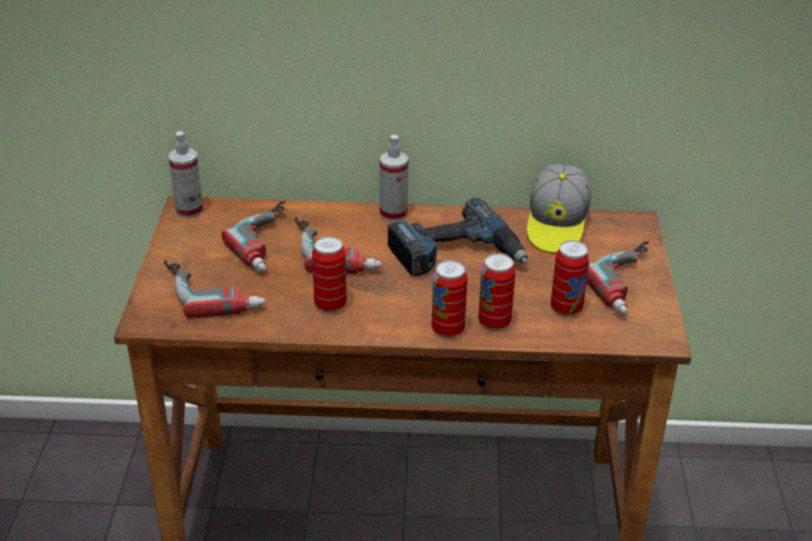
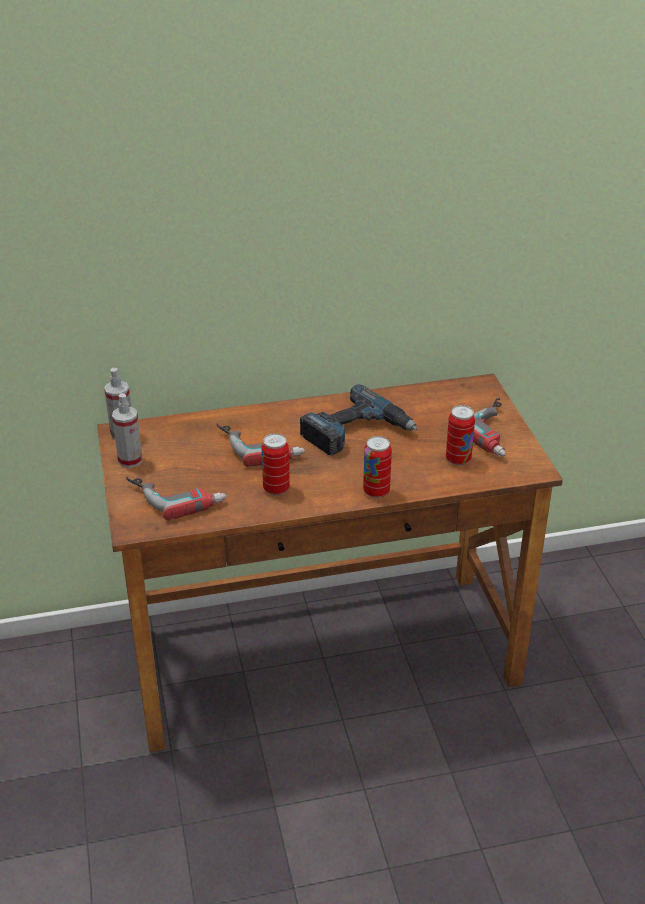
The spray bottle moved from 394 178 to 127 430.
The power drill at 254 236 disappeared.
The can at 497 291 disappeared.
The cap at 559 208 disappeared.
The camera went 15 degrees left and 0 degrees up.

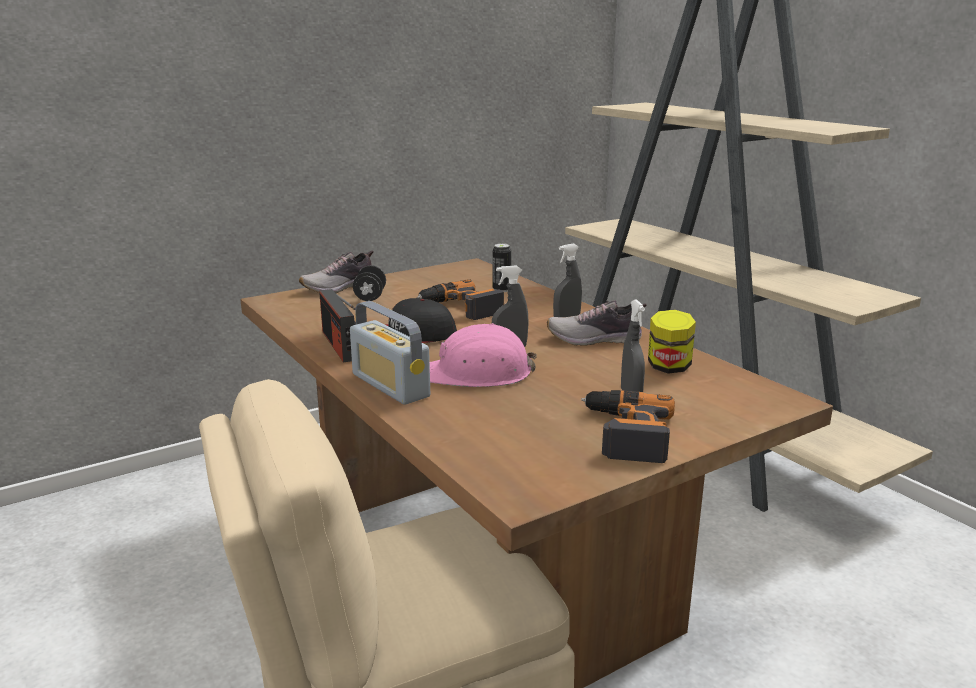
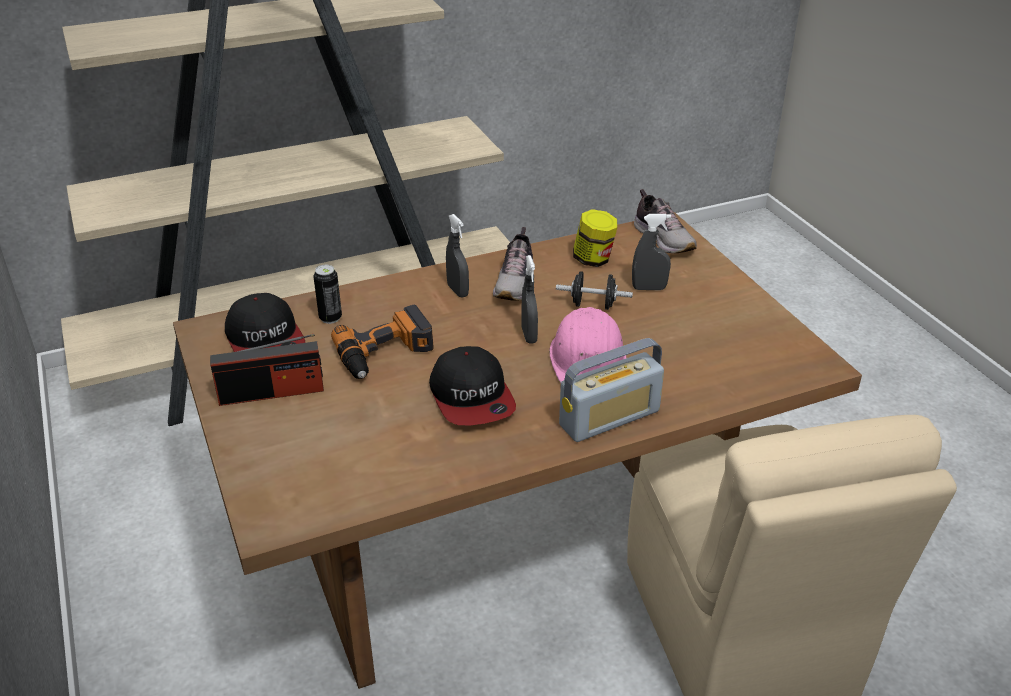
The radio moved from 337 326 to 267 370.
The cap at 265 322 appeared.
The dumbbell in black moved from 369 283 to 594 290.
The shoe moved from 336 272 to 665 221.
The power drill at 628 426 disappeared.
The camera went 80 degrees left and 15 degrees up.

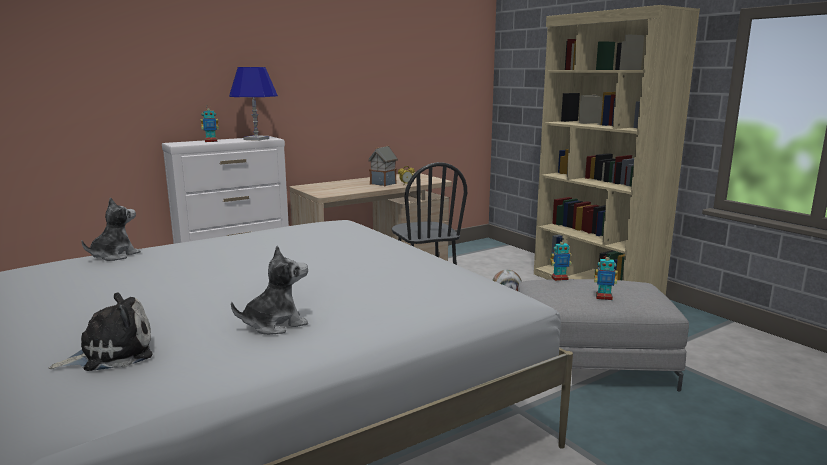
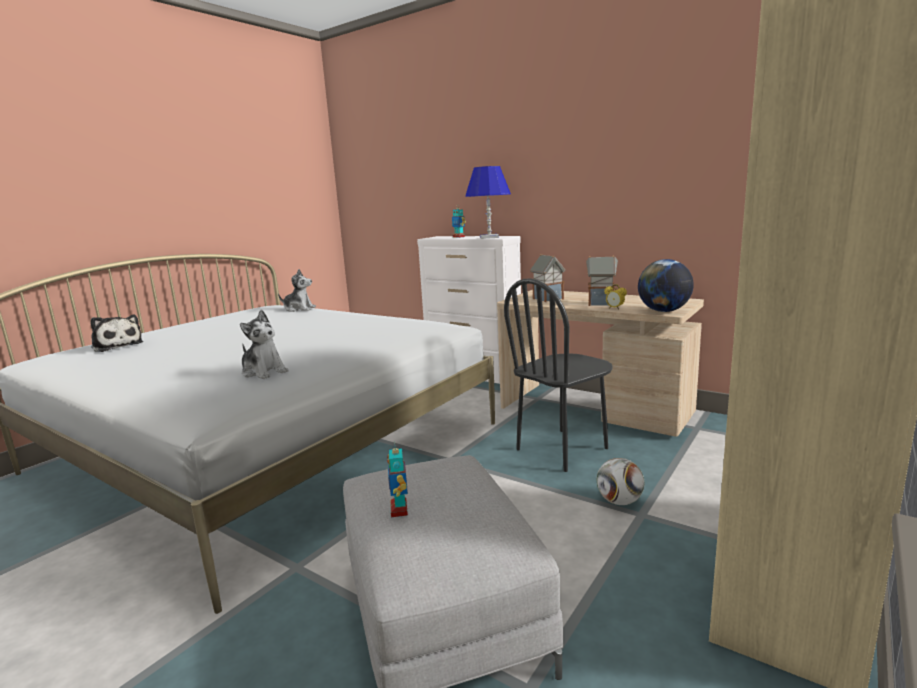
The plush toy moved from 269 290 to 264 344.
The toy house at 547 278 appeared.
The globe at 666 285 appeared.
The toy robot at 560 261 disappeared.
The camera went 70 degrees right and 0 degrees up.

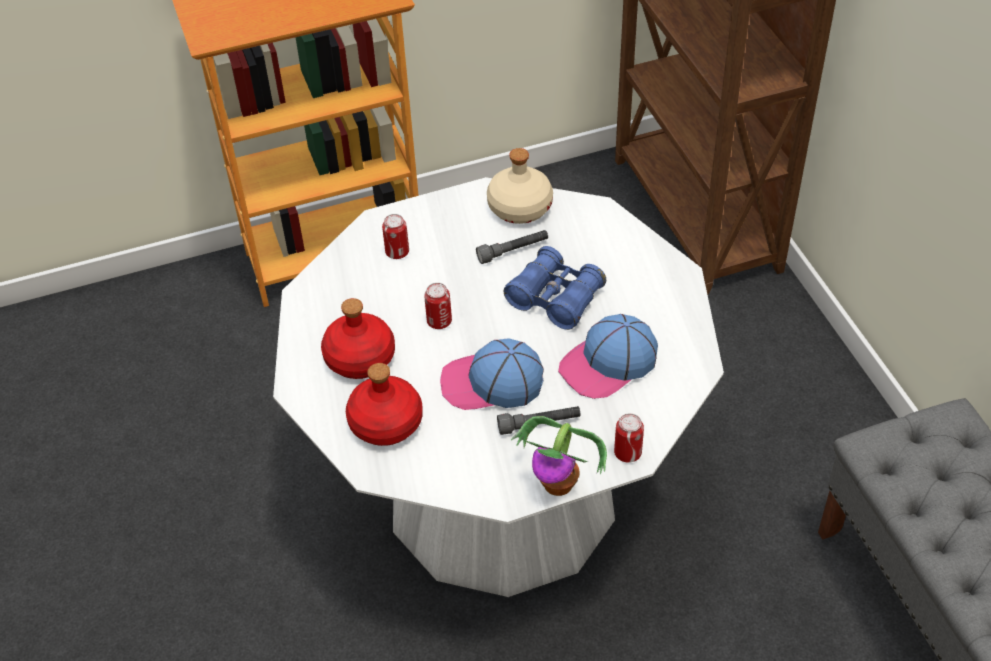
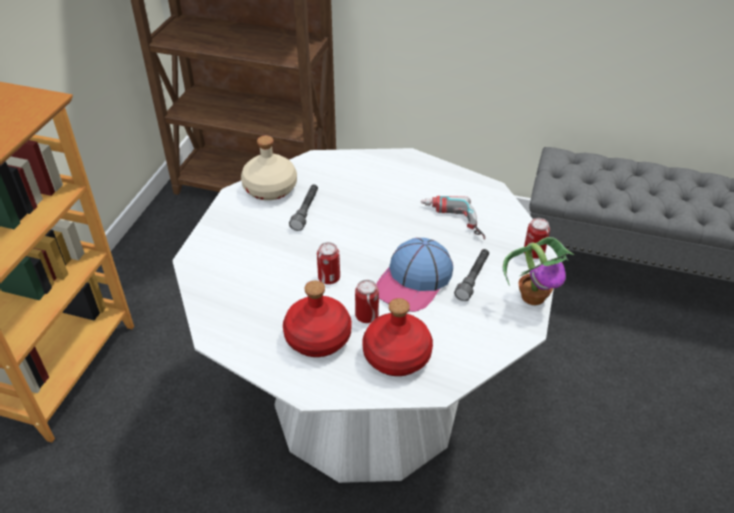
The can moved from 395 236 to 367 301.
The cap at 608 356 was replaced by the power drill at 453 218.
The binoculars in blue at 555 288 disappeared.
The camera went 55 degrees left and 5 degrees down.

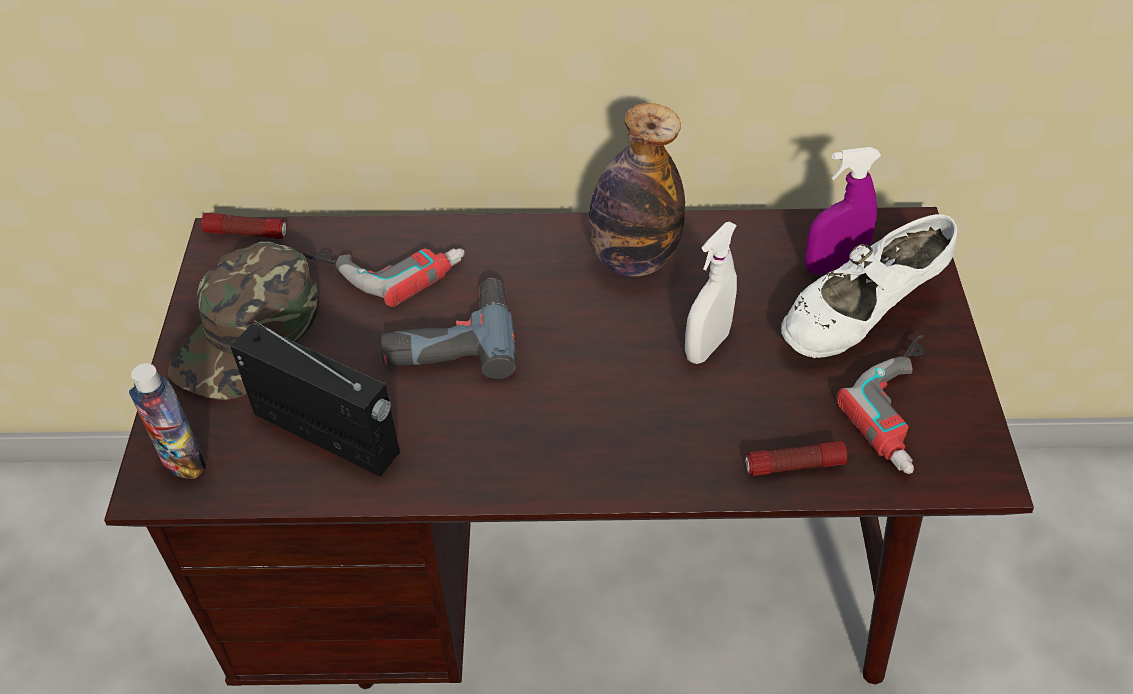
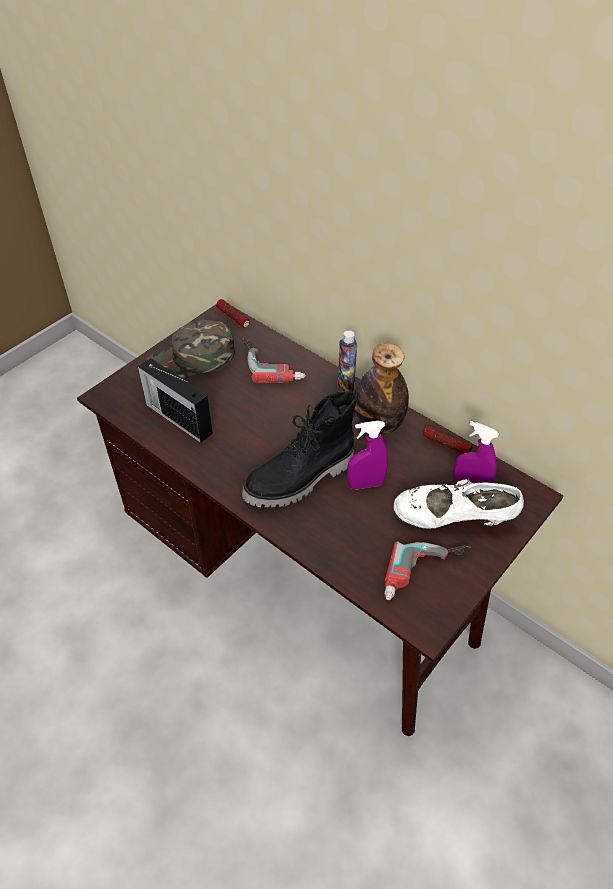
The radio at 315 398 turned 150 degrees clockwise.
The boot in black at 299 449 appeared.
The bottle moved from 167 421 to 347 361.
The spray bottle in white at 711 293 became the spray bottle in purple at 367 455.
The flashlight moved from 796 458 to 448 440.
The power drill at 448 328 disappeared.
The camera went 40 degrees right and 0 degrees up.

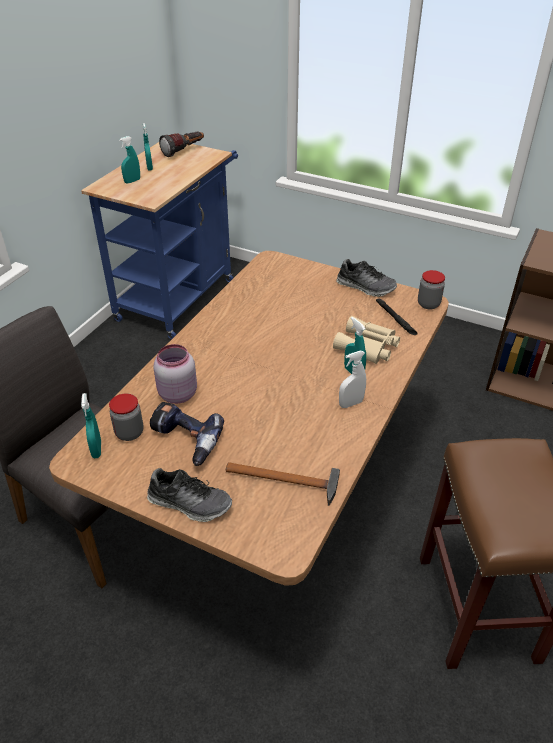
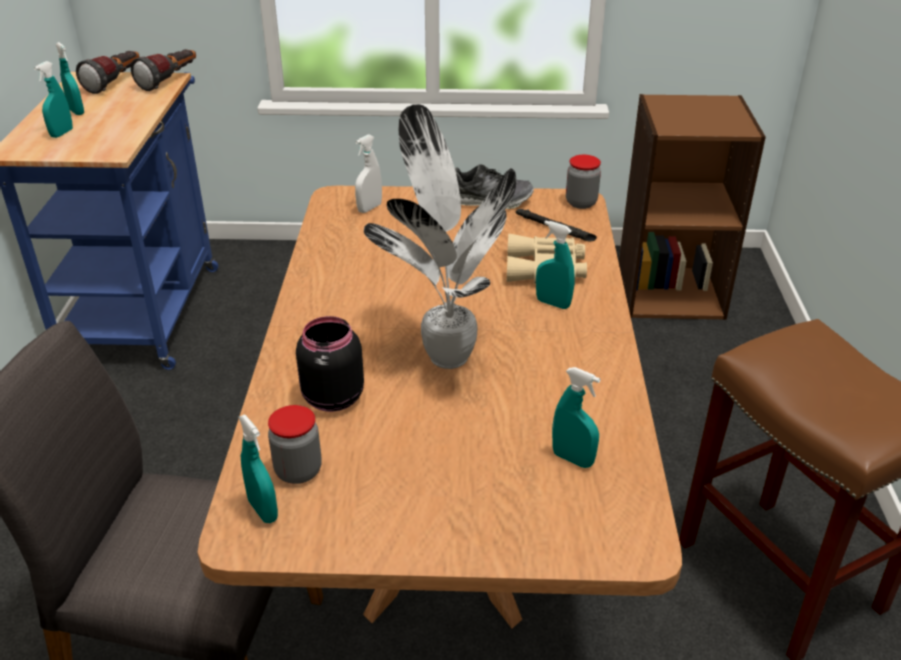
The flashlight at 163 70 appeared.
The jar in pink at 175 374 became the jar in black at 330 364.
The spray bottle in white moved from 352 379 to 368 173.
The potted plant at 440 236 appeared.
The hammer at 283 484 was replaced by the spray bottle in turquoise at 576 417.
The shoe at 189 495 disappeared.
The power drill at 187 434 disappeared.
The camera went 25 degrees left and 5 degrees down.

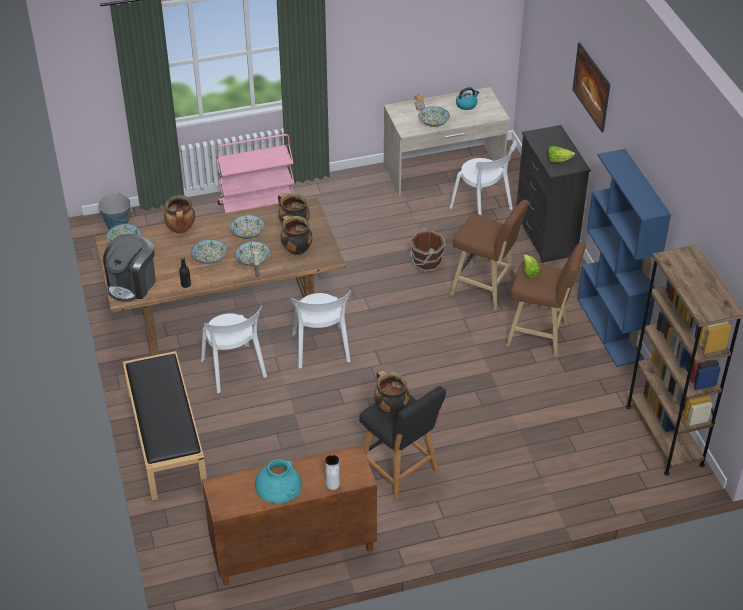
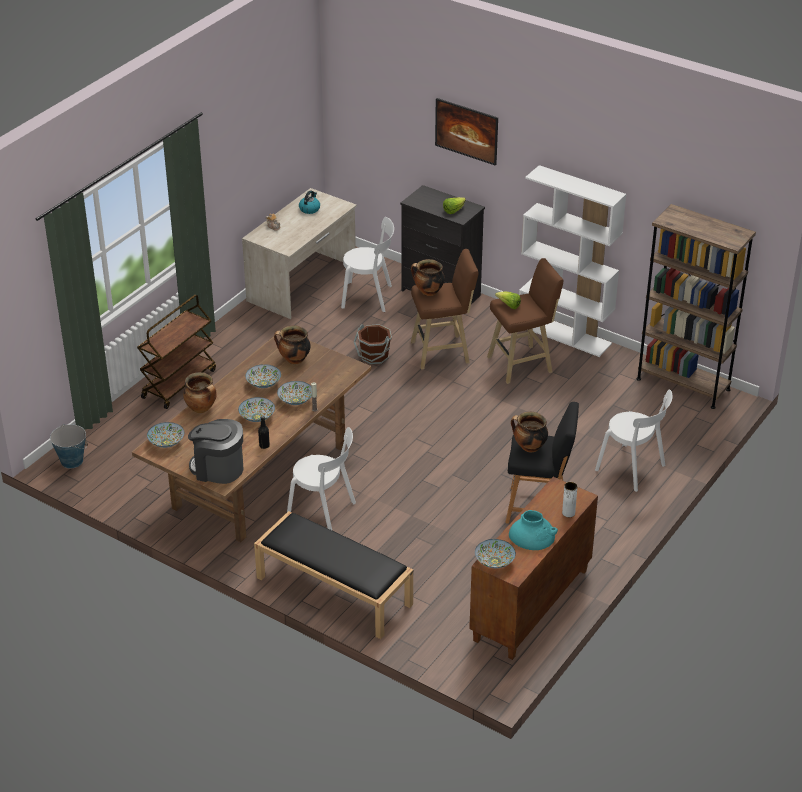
The cart in pink at 255 173 became the cart in brown at 176 352.
The coffee machine at 129 268 turned 120 degrees clockwise.
The cooking pot moved from 297 235 to 428 277.
The bowl moved from 434 116 to 495 553.
The bookcase in blue at 624 258 became the bookcase in white at 572 261.
The chair in white moved from 321 329 to 634 441.
The camera went 40 degrees left and 5 degrees down.

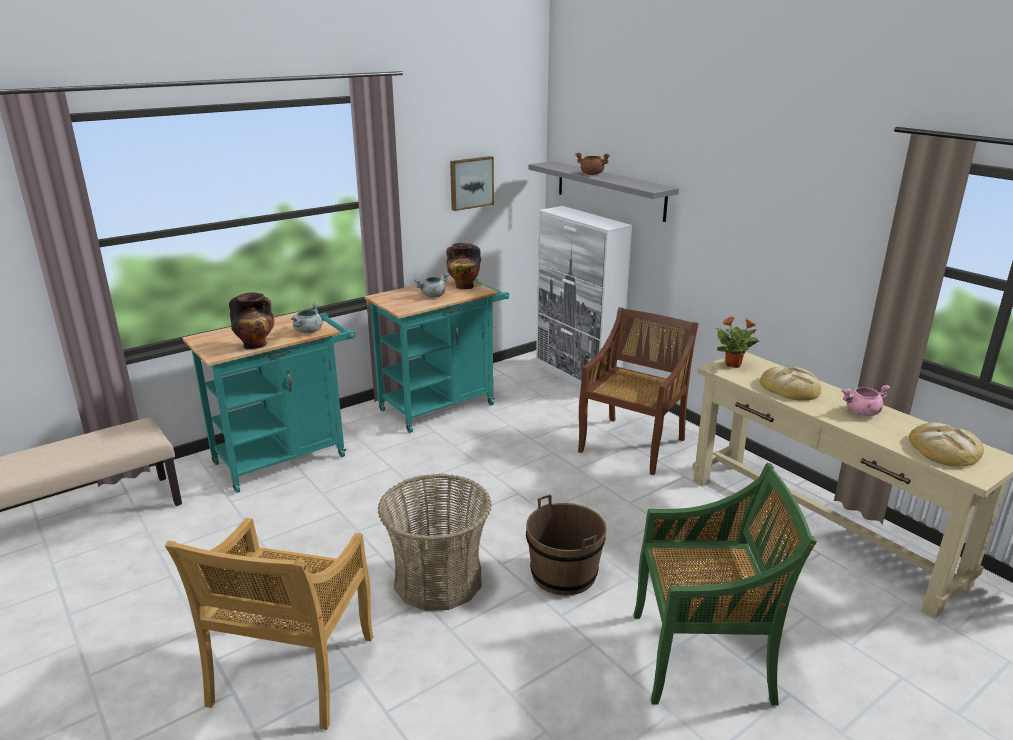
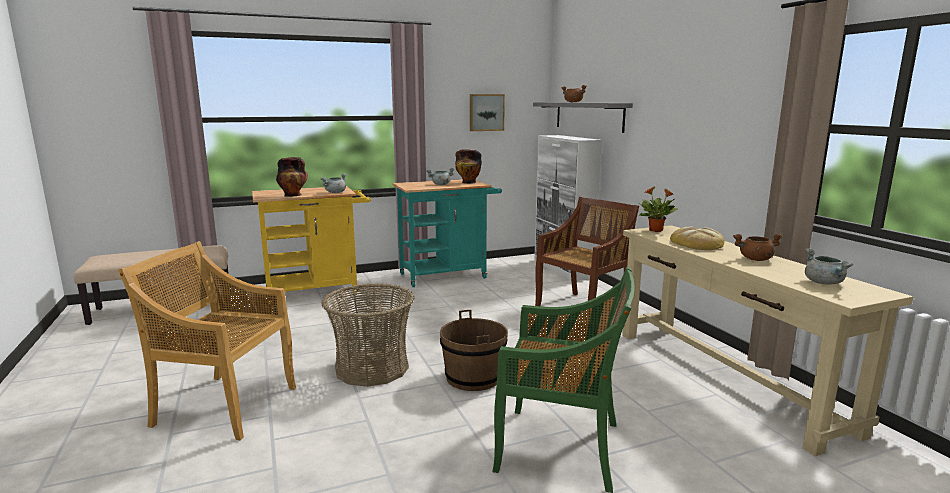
The chair in beige at 269 624 turned 75 degrees clockwise.
The cart in turquoise at 269 402 became the cart in yellow at 311 245.
The cooking pot in pink at 865 400 became the cooking pot in brown at 758 247.
The bread at 946 444 was replaced by the cooking pot in grey at 829 266.
The camera went 15 degrees right and 10 degrees down.

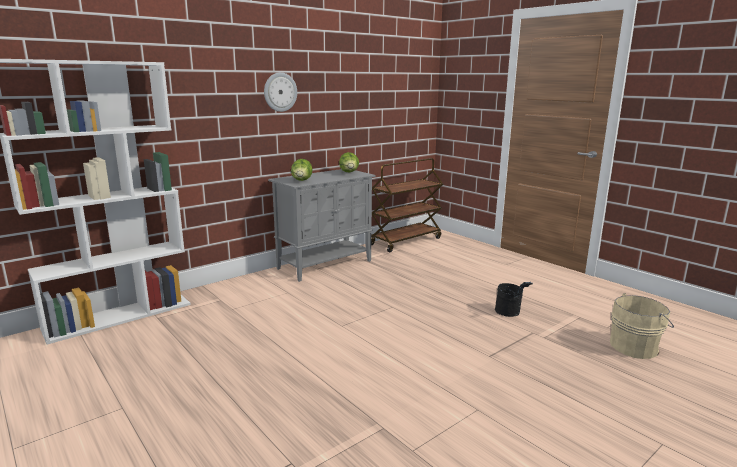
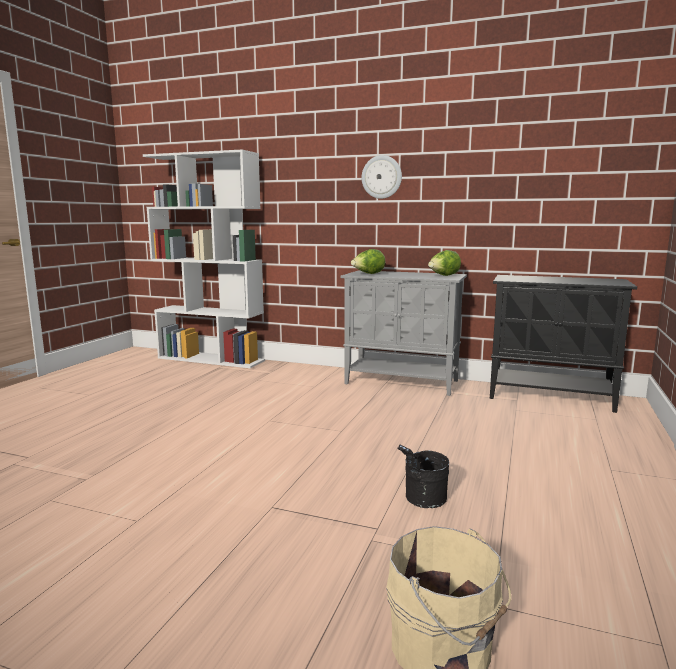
The cart in brown at 407 205 was replaced by the cabinet in black at 563 344.
The camera went 60 degrees right and 5 degrees down.

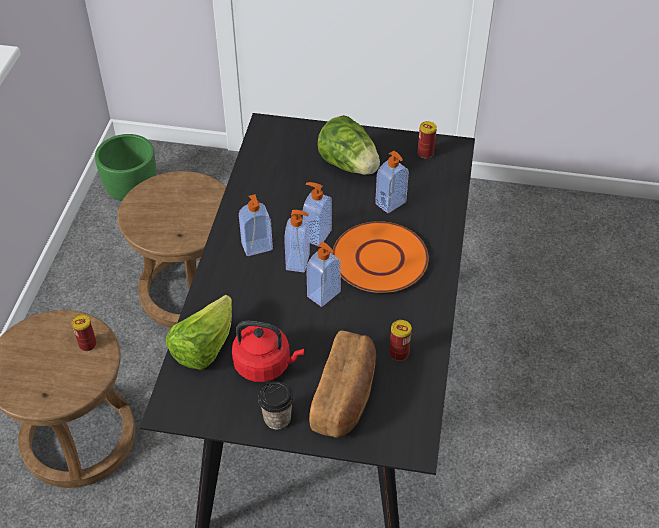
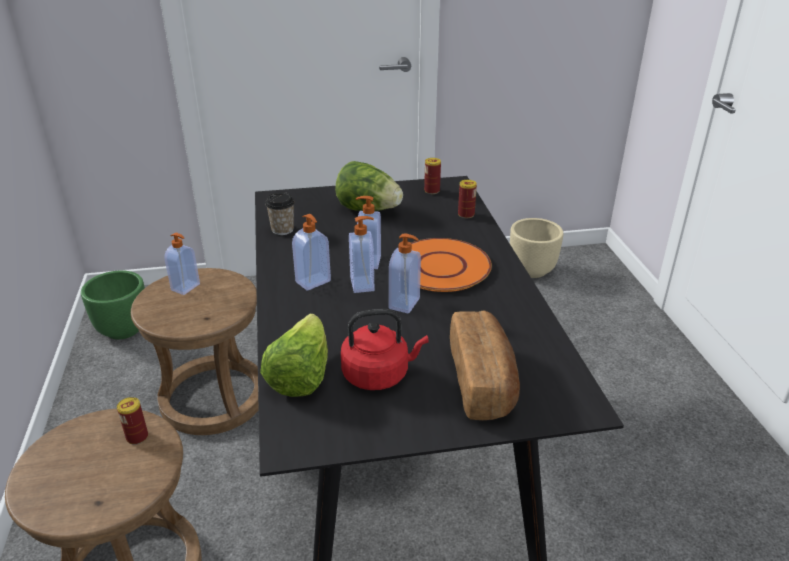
The soap dispenser moved from 392 181 to 182 264.
The cup moved from 276 405 to 280 213.
The can moved from 400 340 to 467 199.
The planter in beige at 536 248 appeared.
The camera went 20 degrees left and 15 degrees down.

